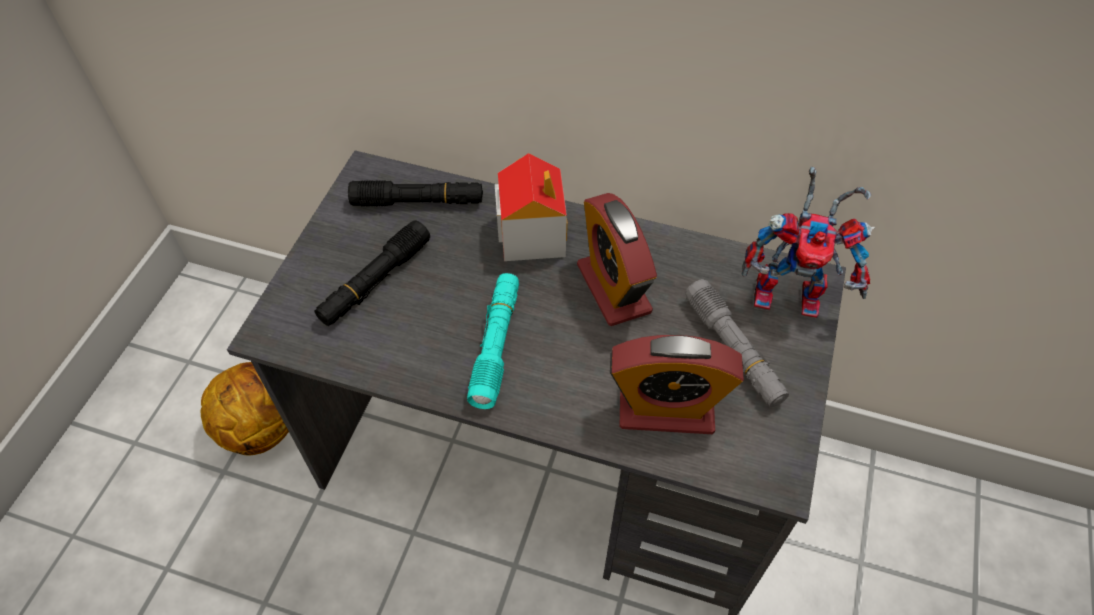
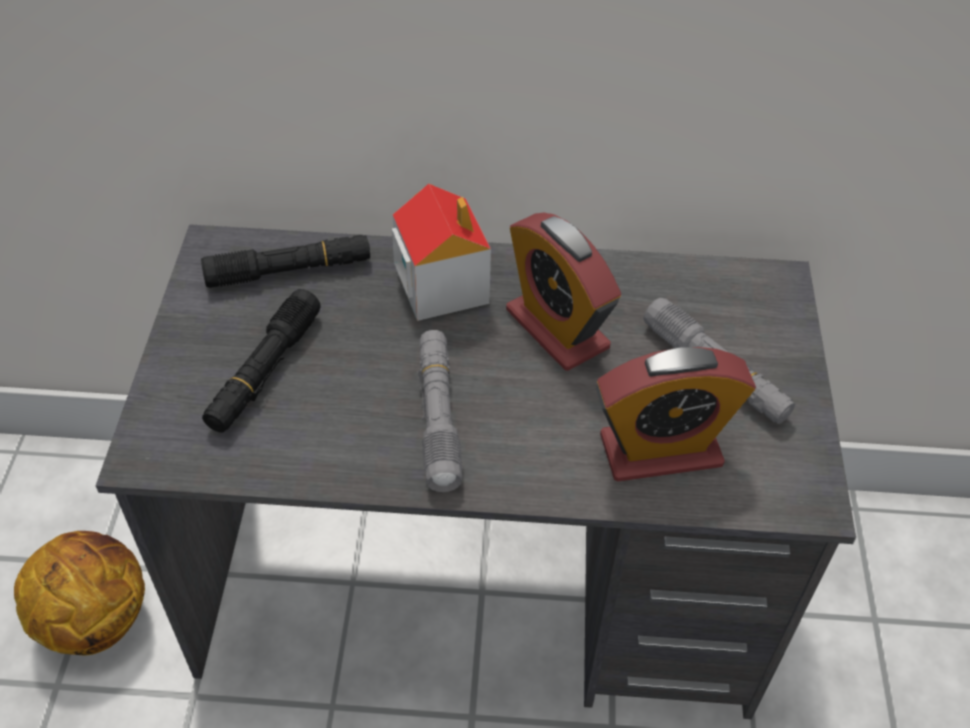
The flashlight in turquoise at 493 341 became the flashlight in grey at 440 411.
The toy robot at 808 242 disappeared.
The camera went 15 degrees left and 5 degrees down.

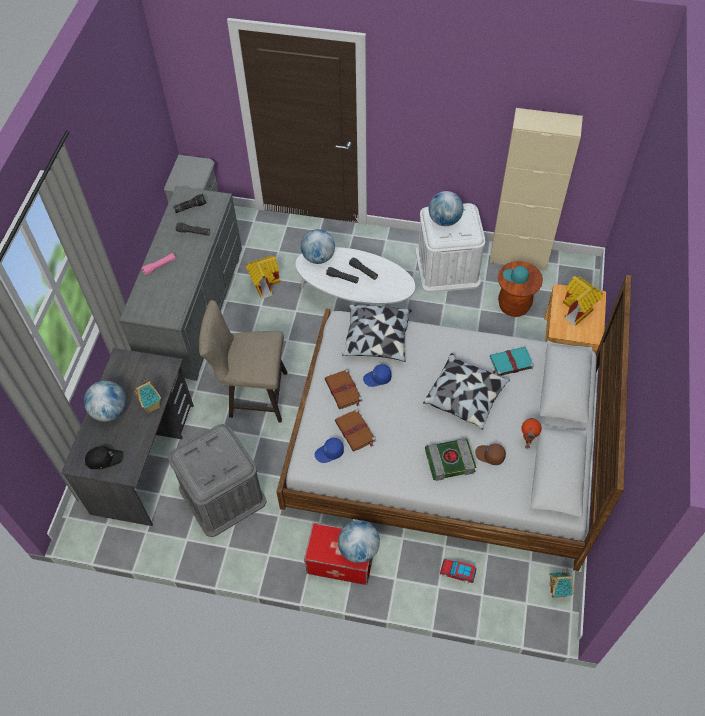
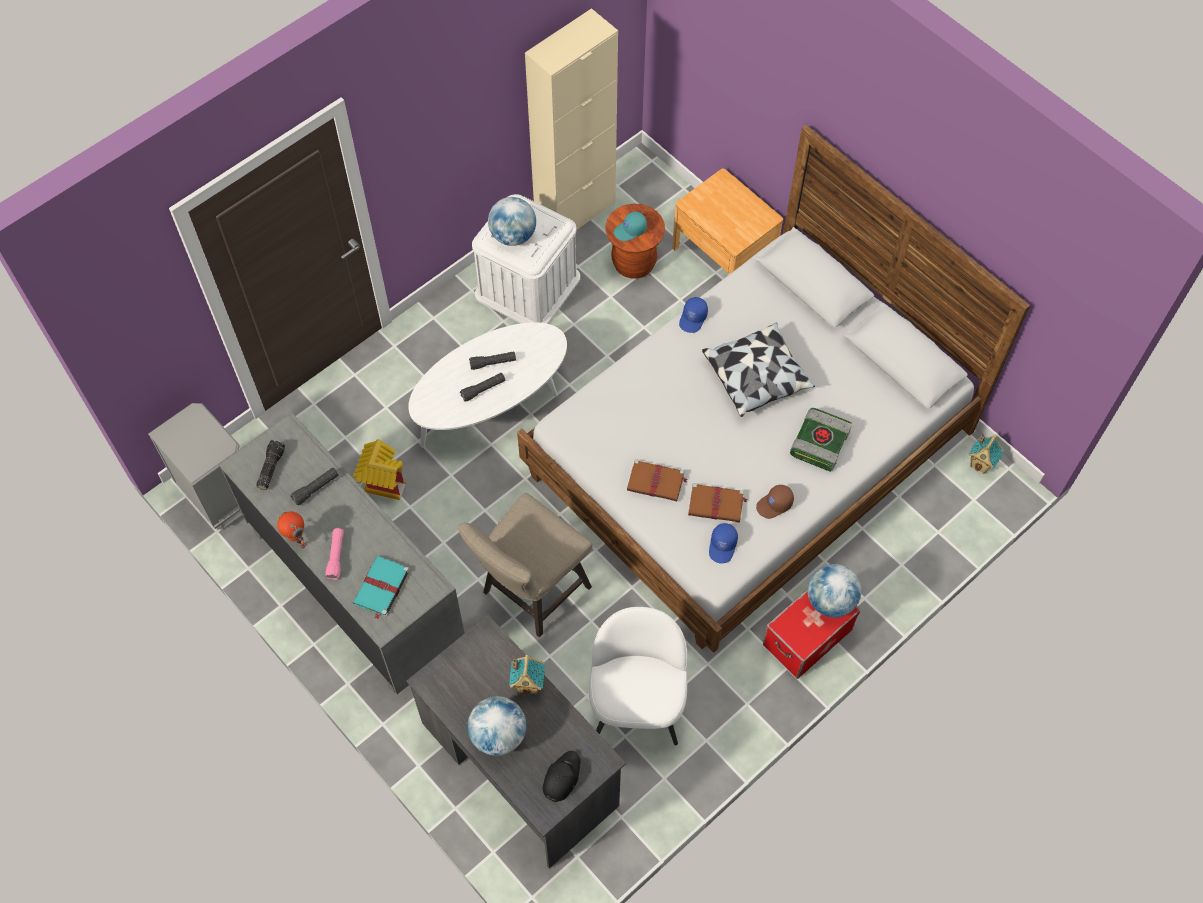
The toy robot moved from 531 433 to 291 530.
The book in turquoise moved from 512 361 to 381 587.
The storage box in grey at 217 480 was replaced by the chair in white at 638 676.
The cap in blue moved from 377 375 to 693 315.
The cap in brown moved from 490 454 to 775 502.
The globe at 318 246 disappeared.
The pillow at 377 333 disappeared.
The toy car at 458 571 disappeared.
The toy house at 583 301 disappeared.
The camera went 55 degrees left and 5 degrees up.

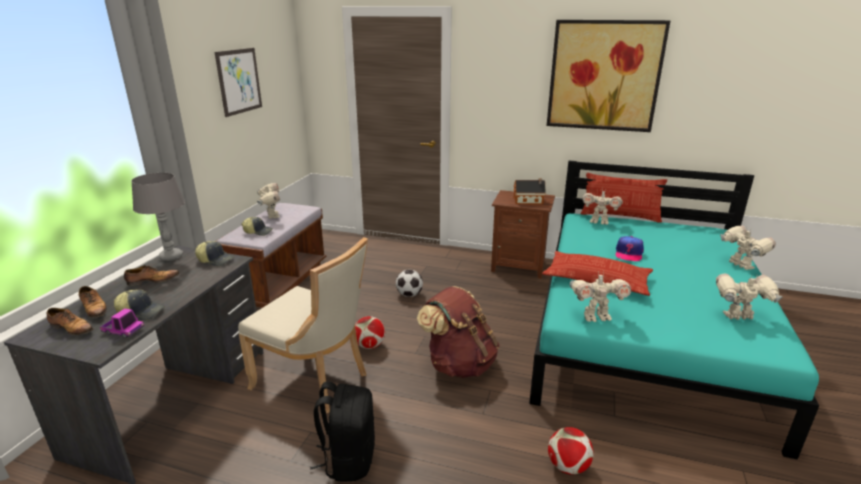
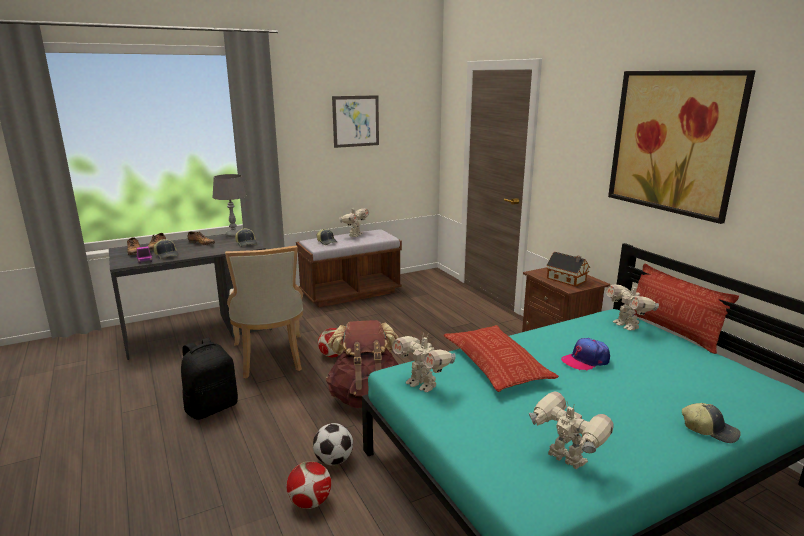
The football moved from 409 283 to 333 444.
The toy robot at 748 248 was replaced by the cap at 711 423.
The camera went 45 degrees right and 5 degrees down.

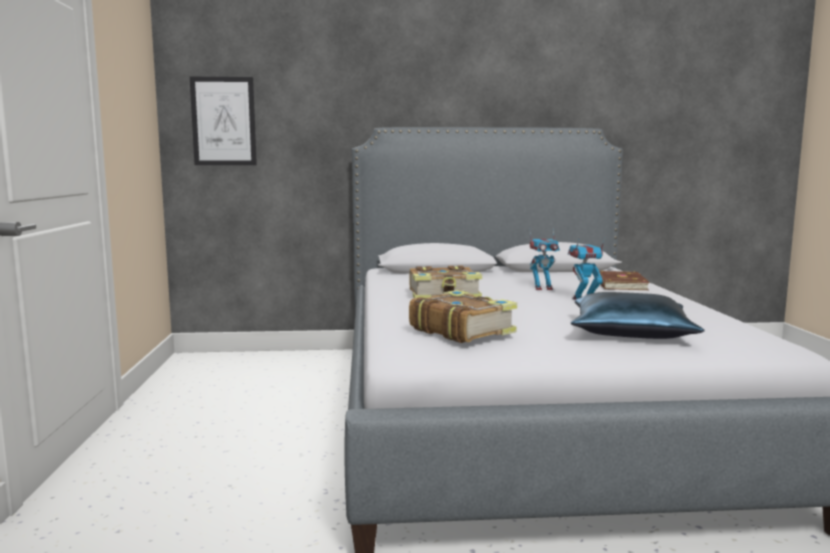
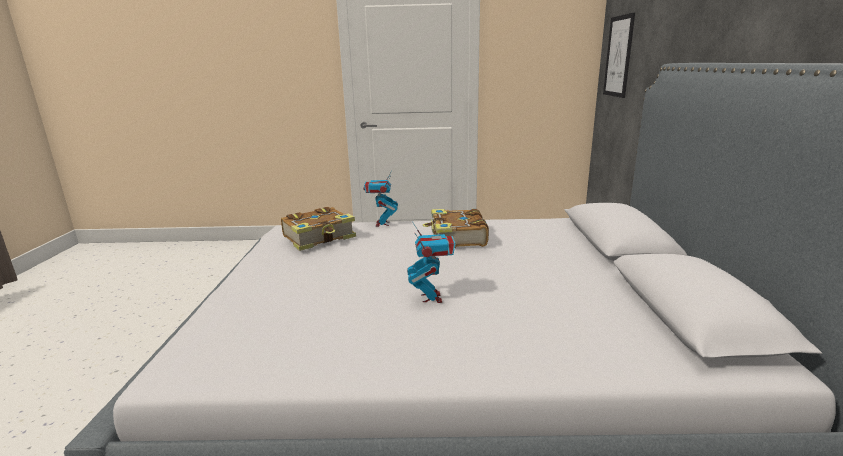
The toy robot moved from 545 260 to 380 198.
The pillow in blue at 638 315 disappeared.
The book in brown at 624 280 disappeared.
The camera went 95 degrees right and 10 degrees up.

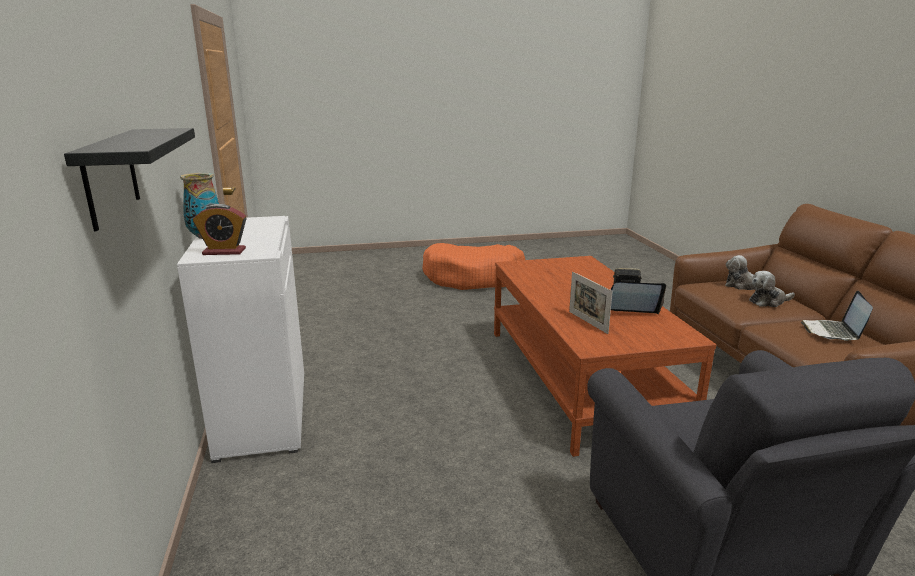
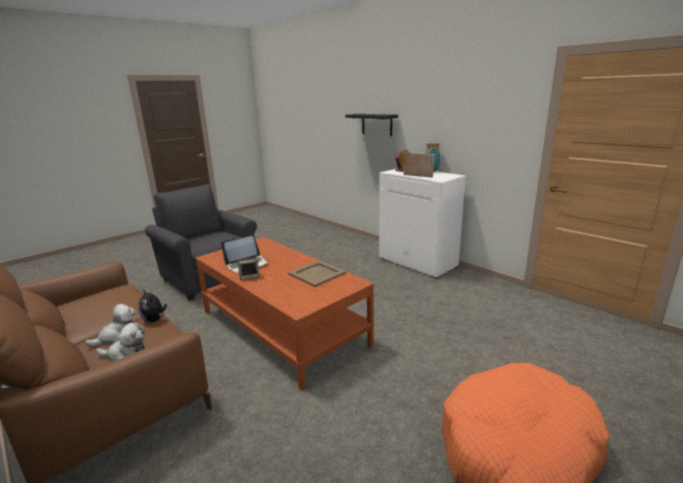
The plush toy at 152 306 appeared.
The tray in beige at 317 273 appeared.
The picture frame moved from 591 303 to 418 165.
The laptop at 837 316 disappeared.
The camera went 150 degrees right and 0 degrees up.

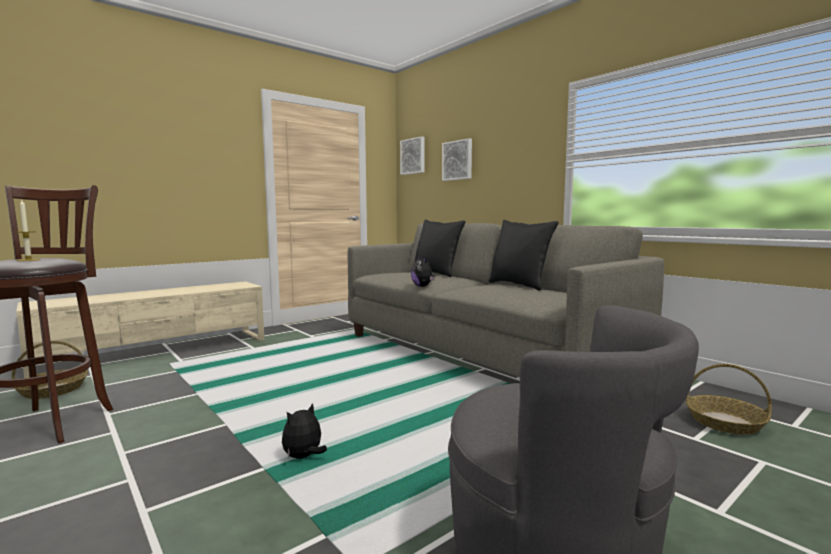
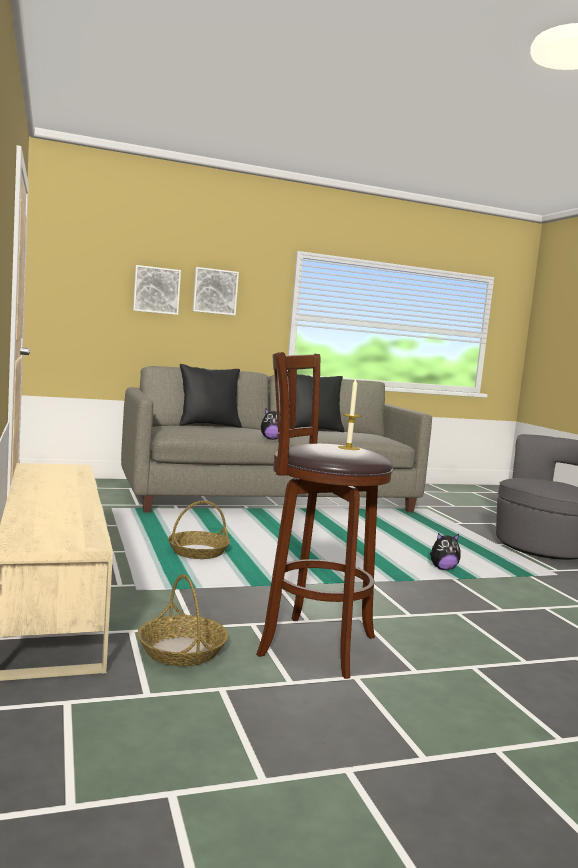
The basket moved from 729 399 to 199 529.
The picture moved from 412 155 to 215 291.
The plush toy at 304 431 turned 75 degrees counterclockwise.
The camera went 70 degrees left and 0 degrees up.

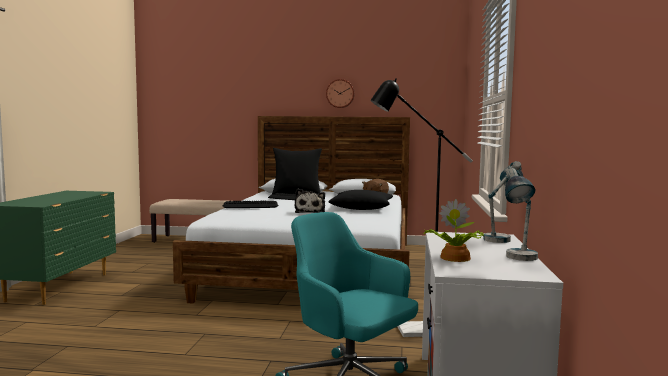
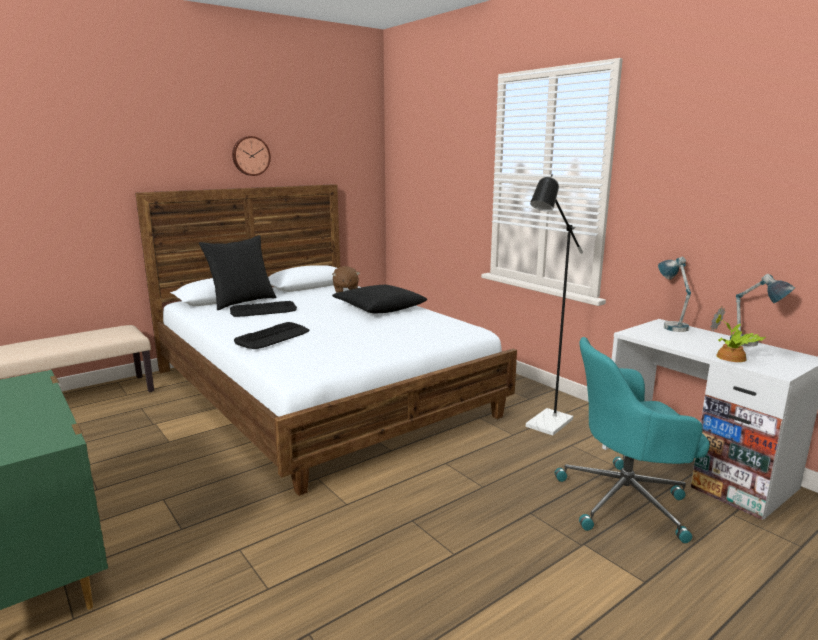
The plush toy at 310 201 disappeared.
The camera went 45 degrees left and 10 degrees up.

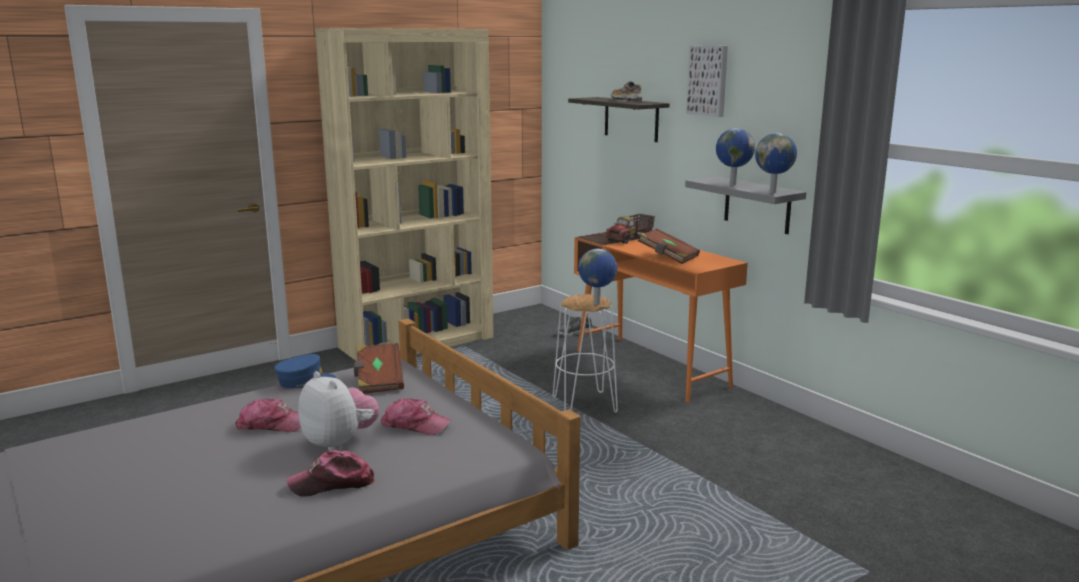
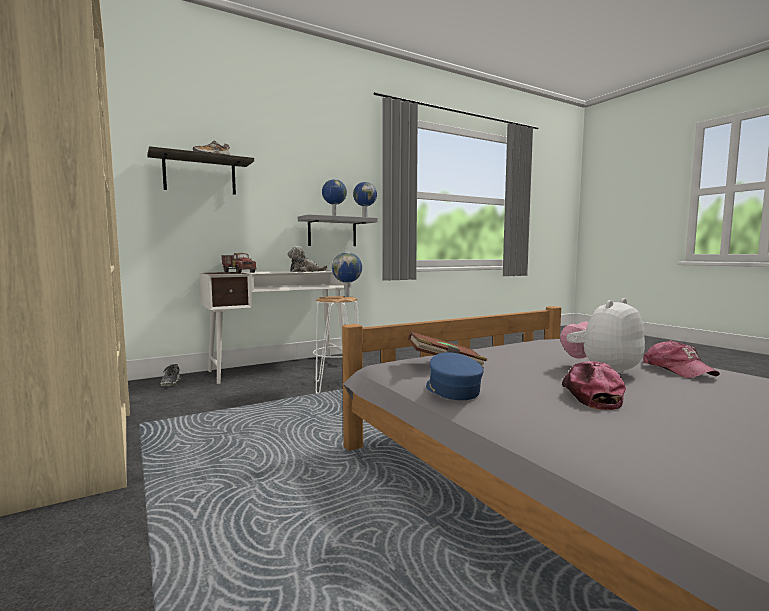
The desk in orange at 661 317 became the desk in white at 275 327.
The book in brown at 669 246 was replaced by the plush toy at 307 259.
The cap at 416 416 disappeared.
The picture at 707 81 disappeared.
The camera went 85 degrees left and 10 degrees down.

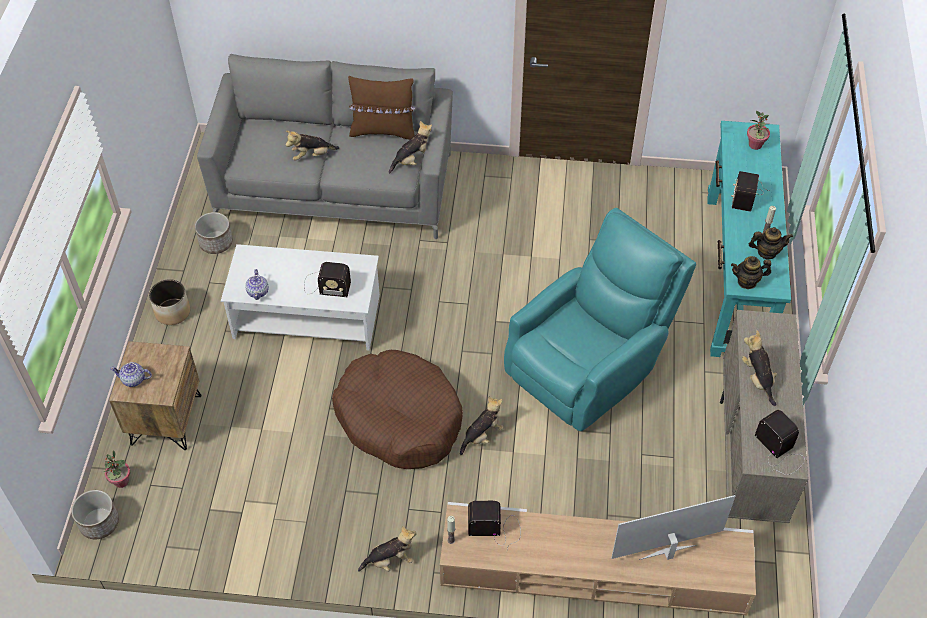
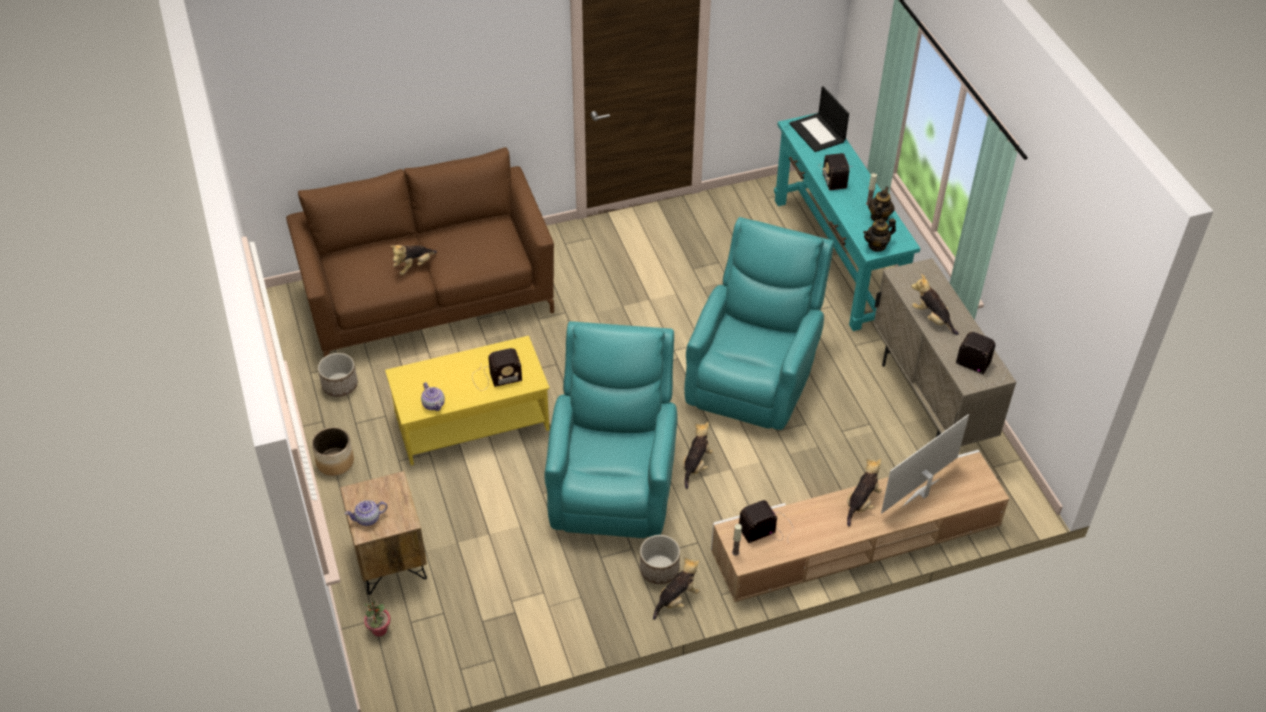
The sofa in grey at 325 146 became the sofa in brown at 420 252.
The coffee table in white at 300 297 became the coffee table in yellow at 467 400.
The dog bed in brown at 397 409 was replaced by the armchair in turquoise at 611 429.
The planter moved from 95 514 to 660 559.
The potted plant at 758 130 was replaced by the laptop at 819 119.
The plush toy moved from 410 147 to 864 493.
The teapot at 771 243 turned 45 degrees counterclockwise.
The pillow in brown at 382 108 disappeared.
The camera went 25 degrees left and 5 degrees down.

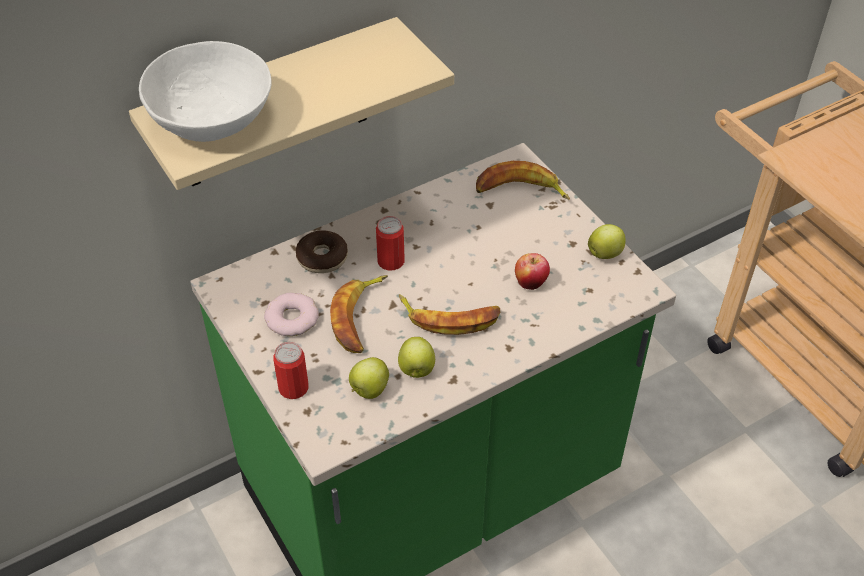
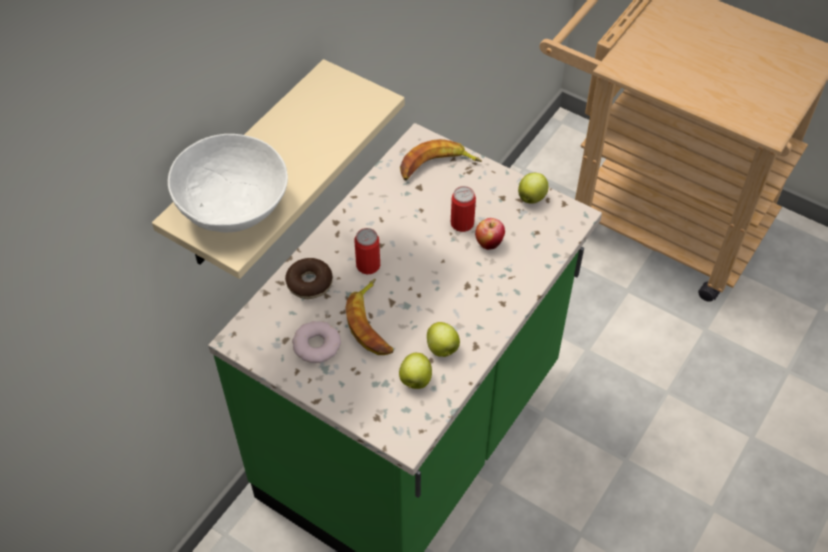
The can moved from 291 370 to 463 209.
The banana at 449 314 disappeared.
The camera went 25 degrees left and 5 degrees up.

